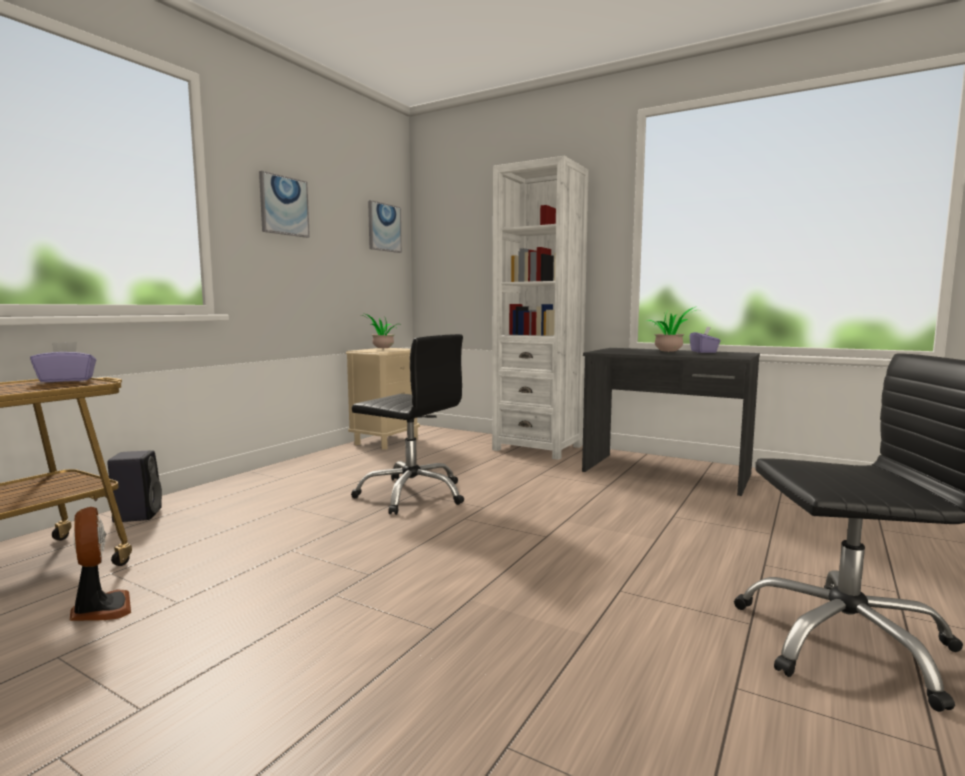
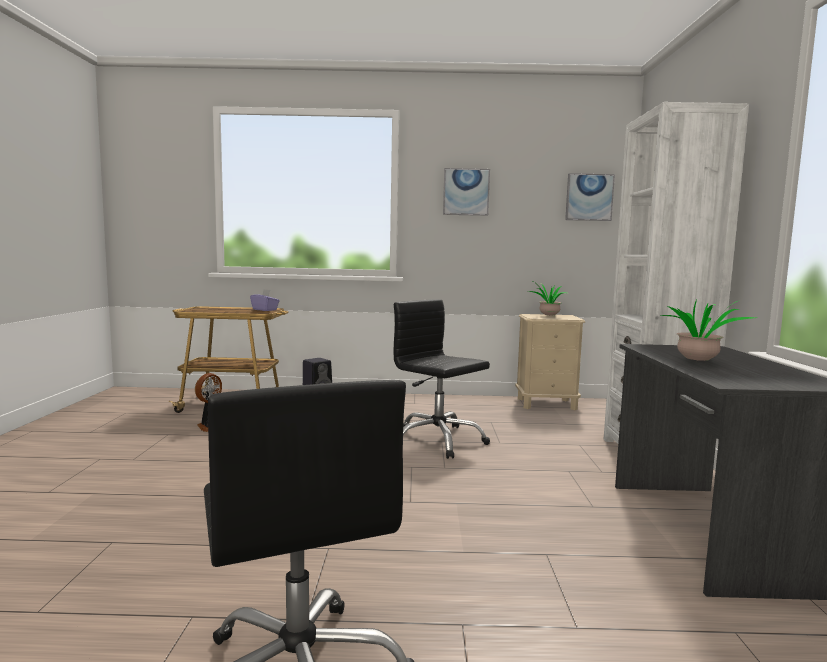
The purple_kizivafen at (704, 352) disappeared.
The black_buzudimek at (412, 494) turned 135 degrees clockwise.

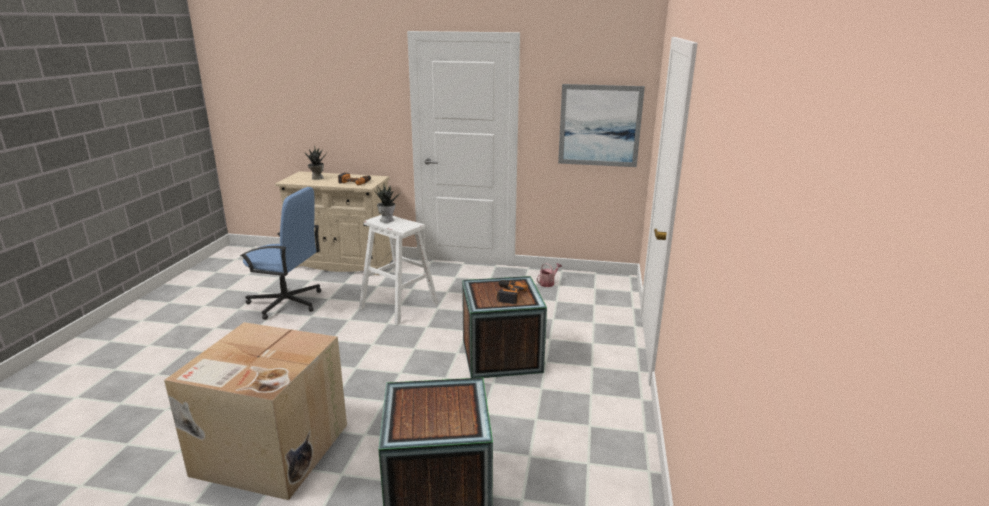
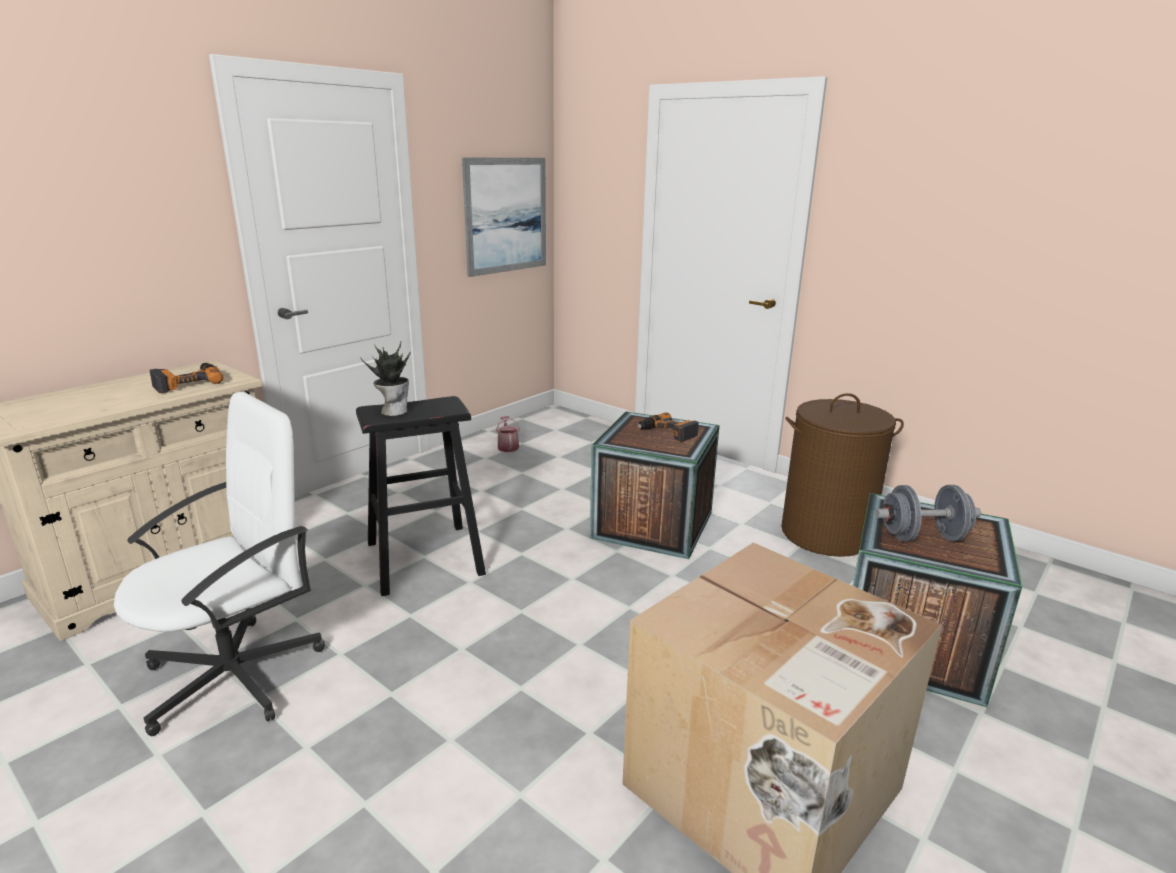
The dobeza at (317, 178) disappeared.
The blue_buzudimek at (286, 303) became the white_buzudimek at (236, 675).
The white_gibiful at (399, 305) became the black_gibiful at (425, 558).
The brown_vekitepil at (826, 534) appeared.
The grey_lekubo at (922, 537) appeared.

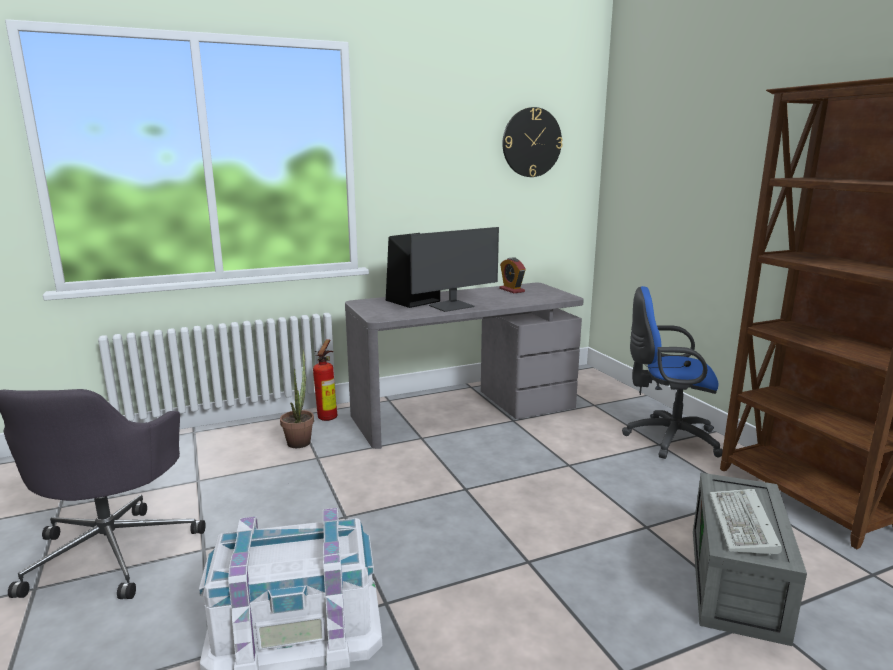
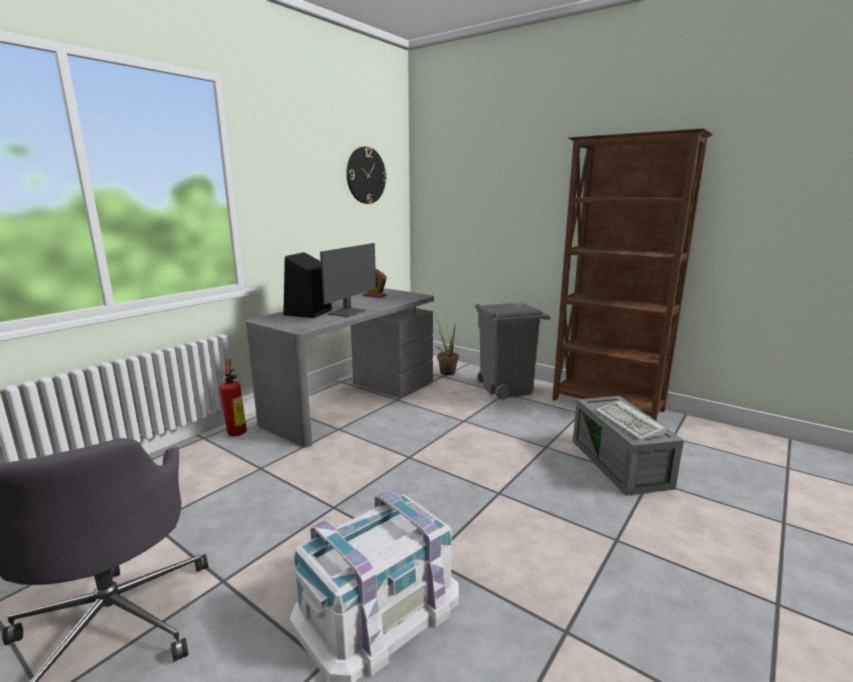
The blue_buzudimek at (666, 438) was replaced by the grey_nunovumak at (506, 388).
The dobeza moved from (300, 440) to (446, 371).

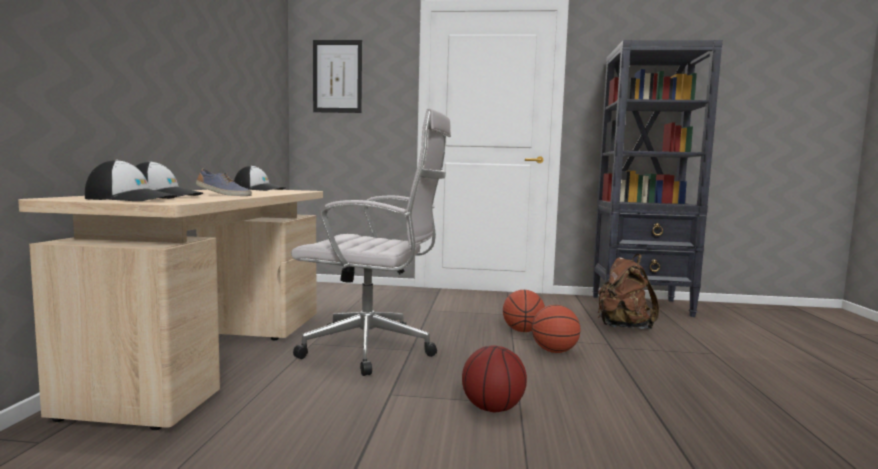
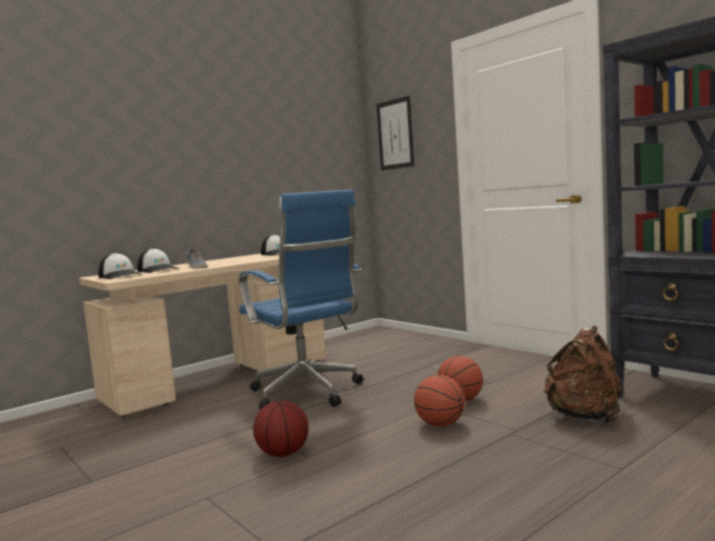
The white_buzudimek at (374, 350) became the blue_buzudimek at (308, 394).

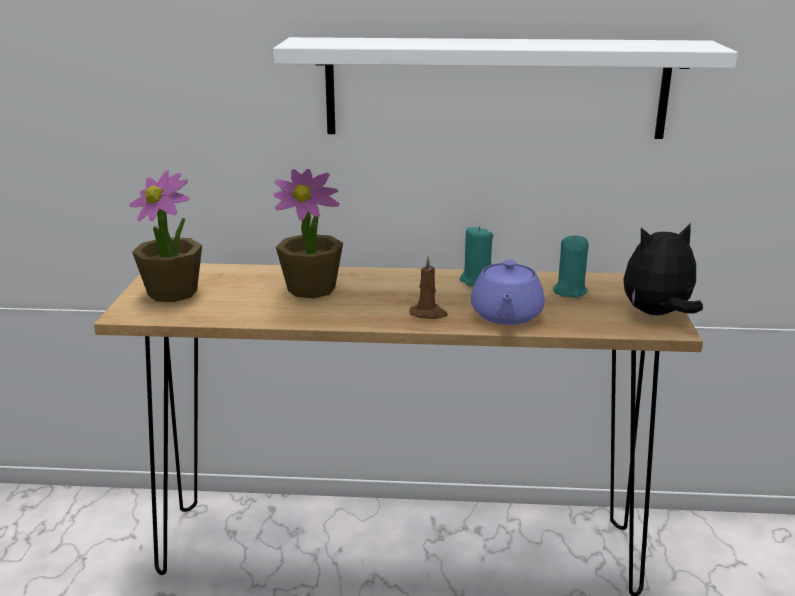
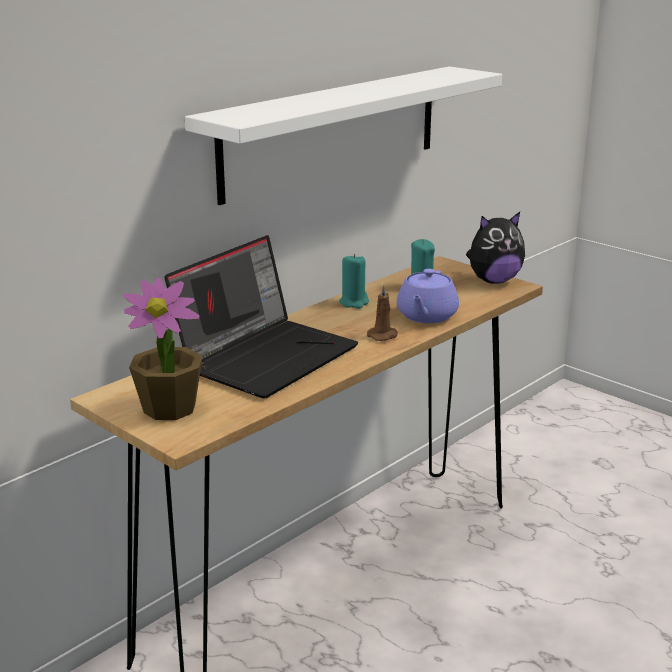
The dobeza at (312, 289) was replaced by the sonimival at (267, 356).
The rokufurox at (657, 314) turned 135 degrees counterclockwise.
The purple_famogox at (506, 315) turned 60 degrees clockwise.

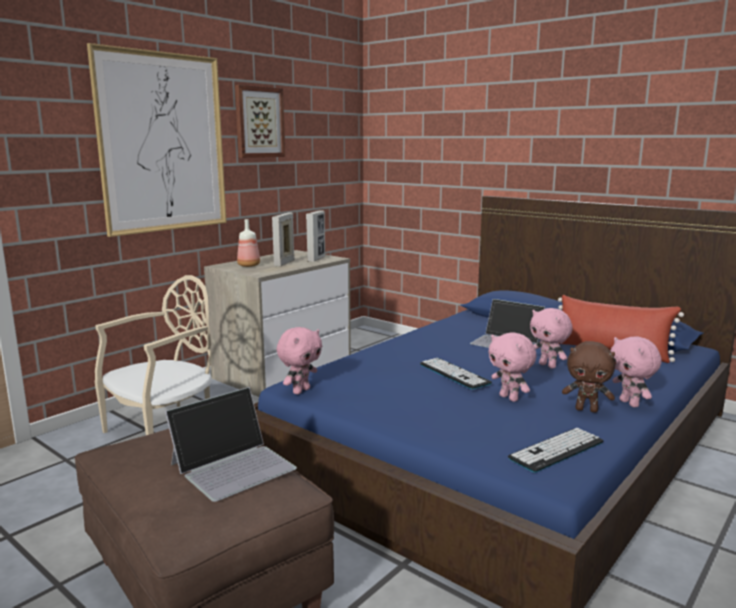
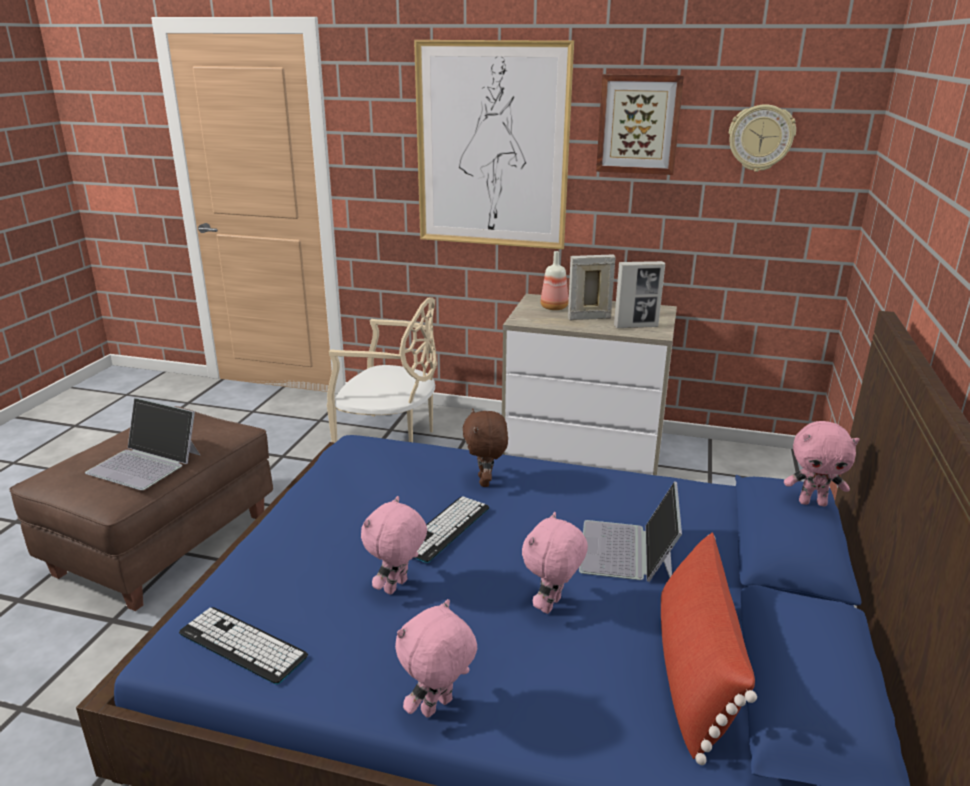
The pink_rokufurox moved from (300, 391) to (812, 502).
The brown_rokufurox moved from (587, 410) to (485, 481).
The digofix at (760, 138) appeared.

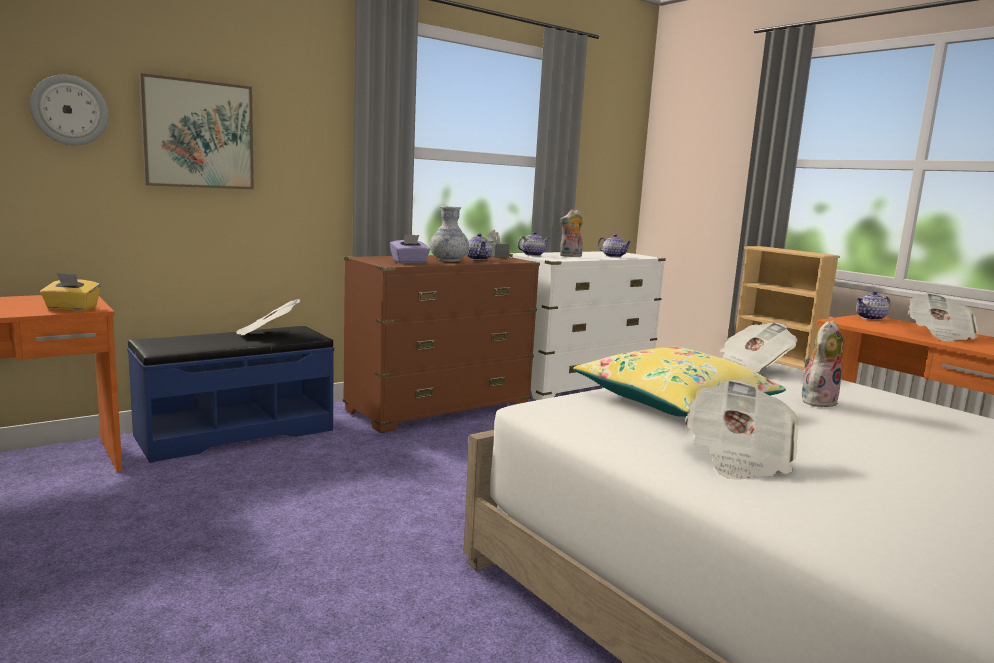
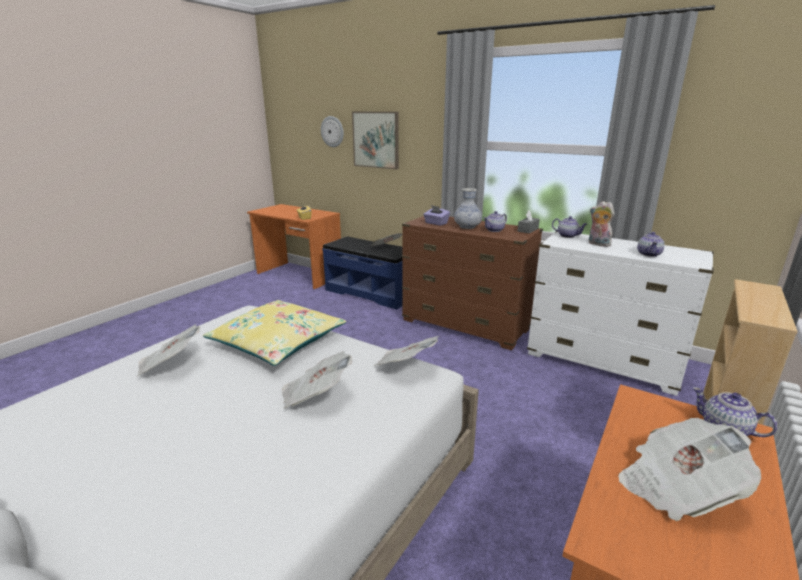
The rokufurox at (817, 401) was replaced by the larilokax at (315, 395).

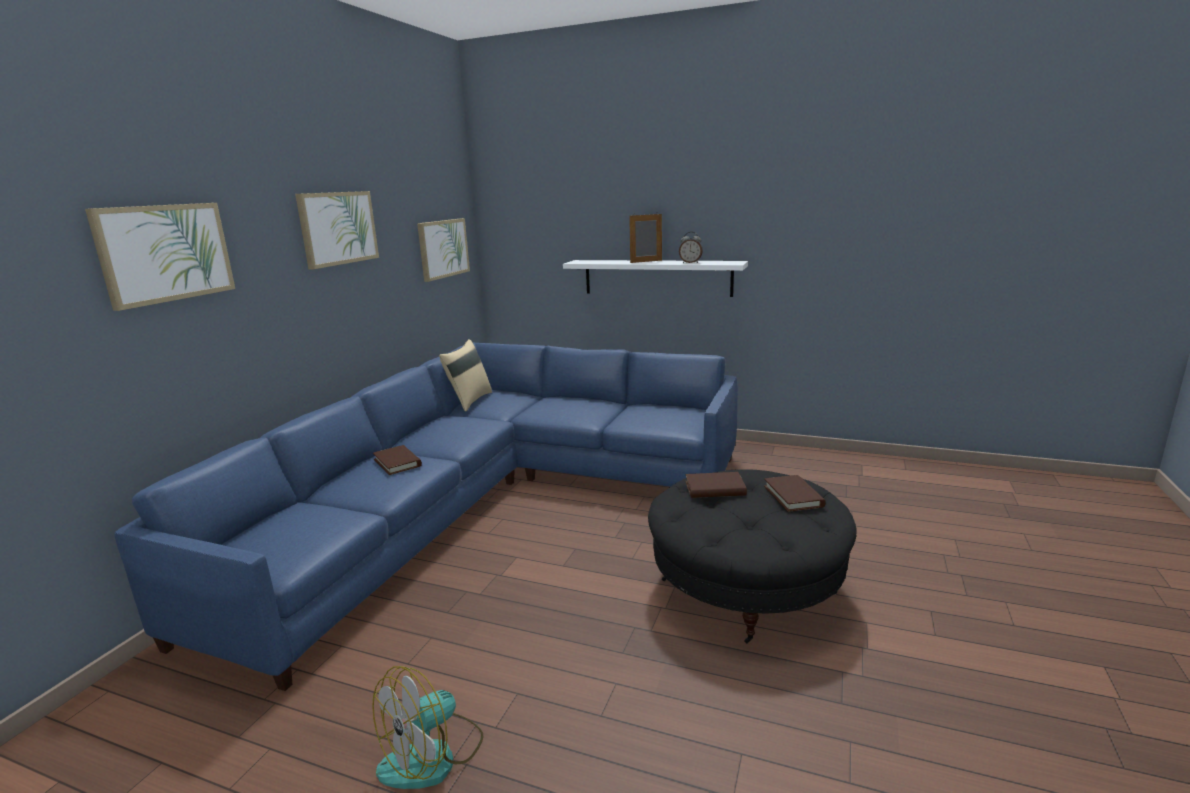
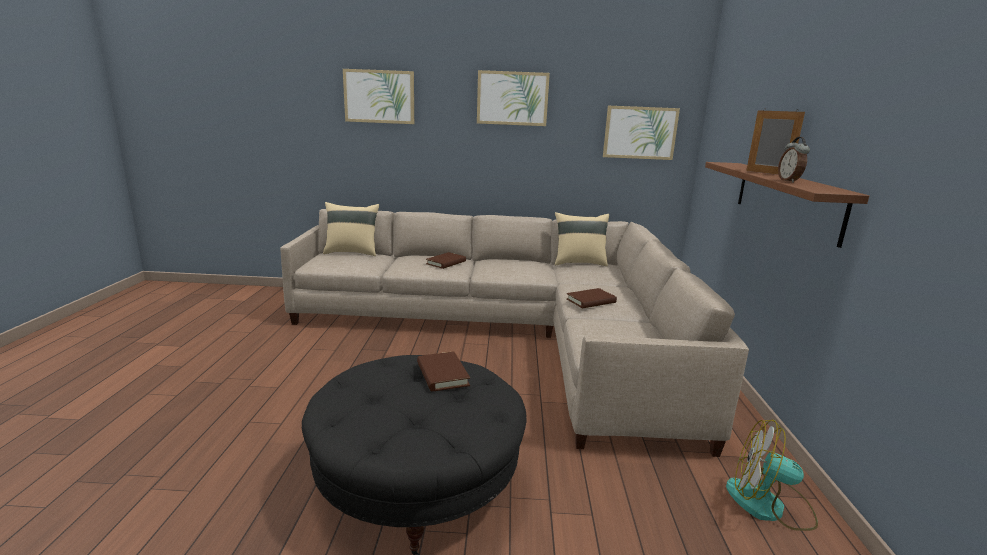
The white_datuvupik at (657, 277) became the brown_datuvupik at (785, 199).
The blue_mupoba at (489, 501) became the beige_mupoba at (512, 334).
The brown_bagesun moved from (793, 496) to (591, 301).
The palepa moved from (432, 756) to (769, 505).
The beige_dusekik at (352, 252) appeared.

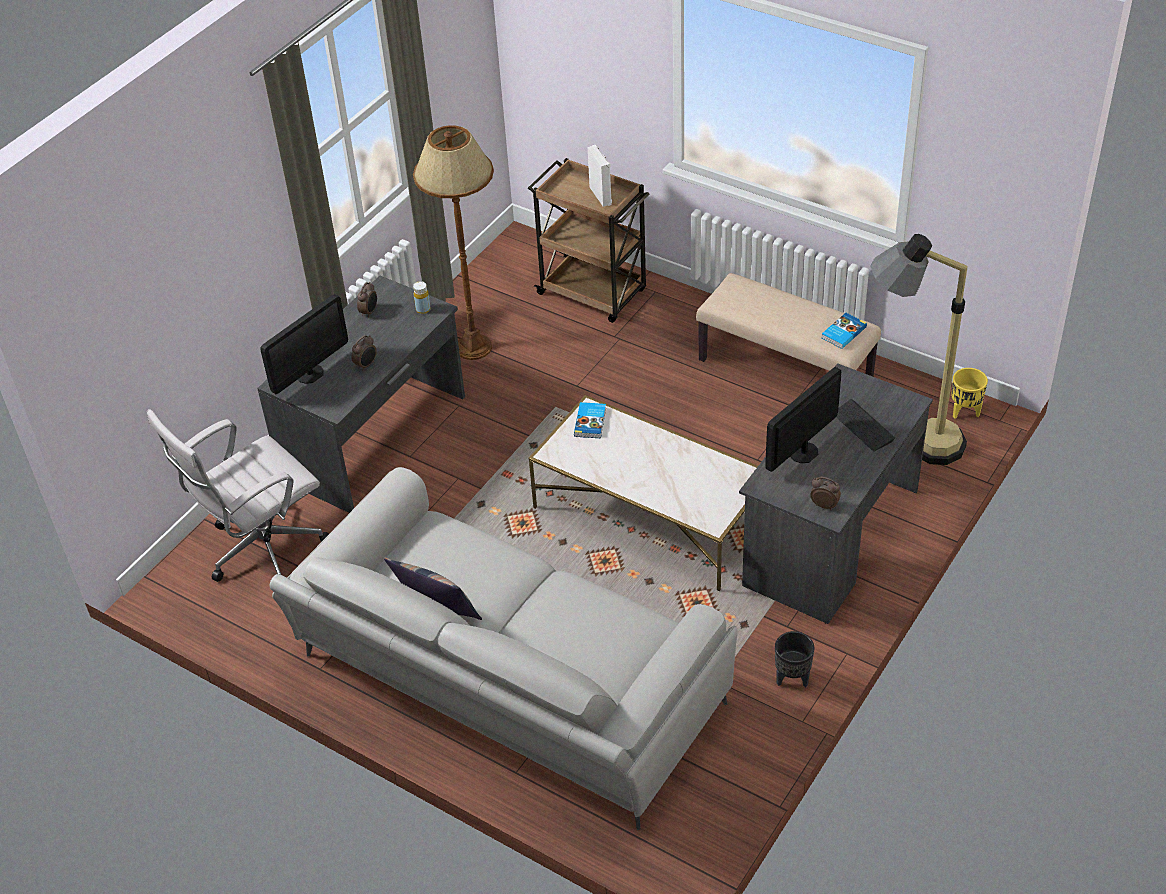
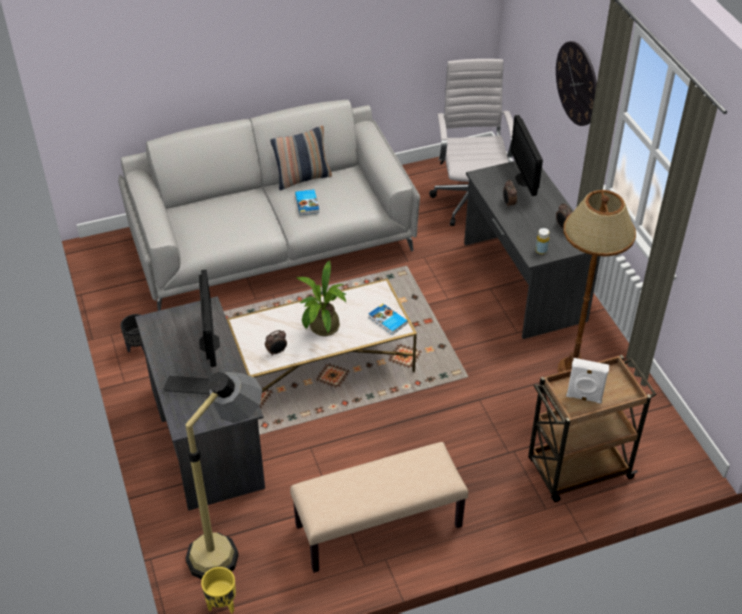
The bagesun moved from (843, 332) to (307, 203).
The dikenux moved from (824, 505) to (277, 352).
The digofix at (577, 83) appeared.
The dobeza at (322, 329) appeared.

